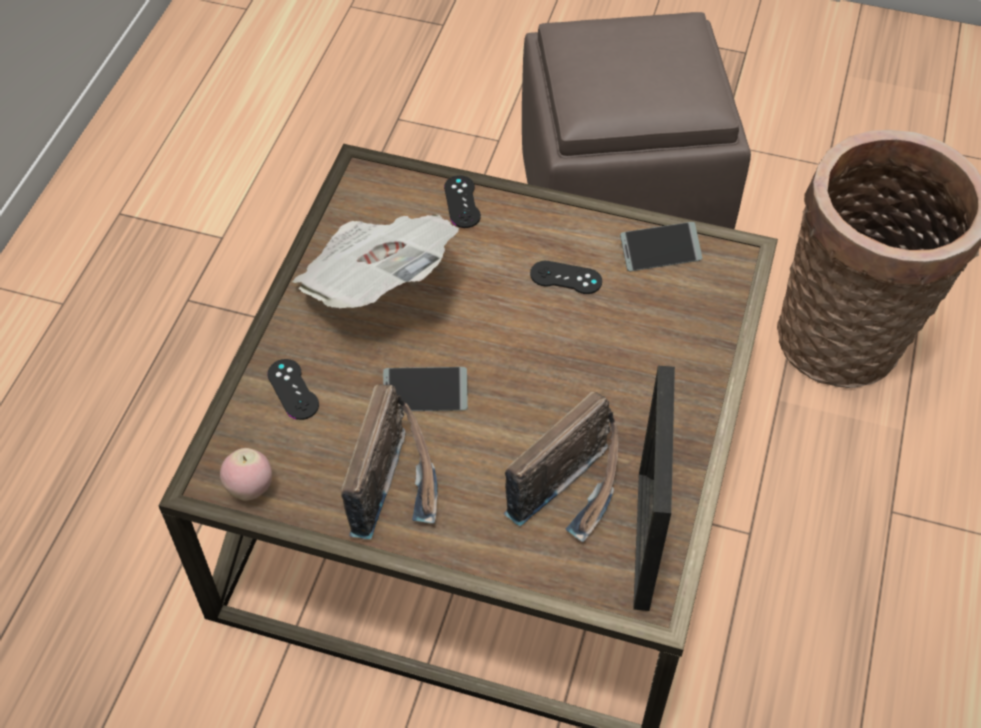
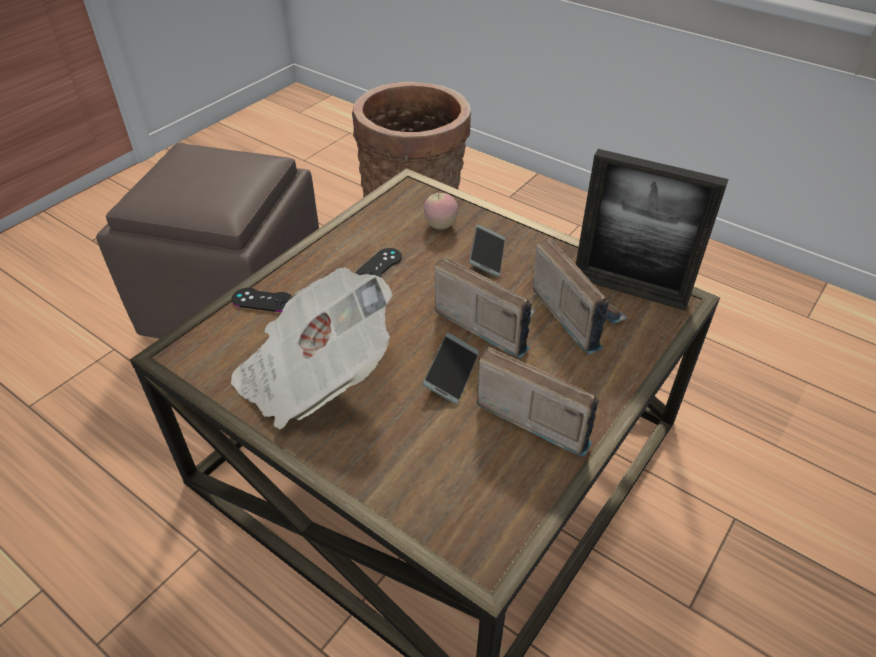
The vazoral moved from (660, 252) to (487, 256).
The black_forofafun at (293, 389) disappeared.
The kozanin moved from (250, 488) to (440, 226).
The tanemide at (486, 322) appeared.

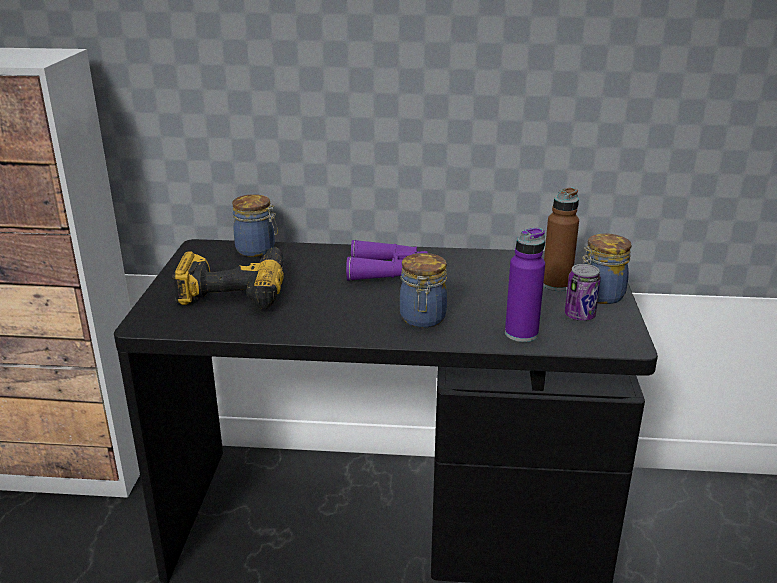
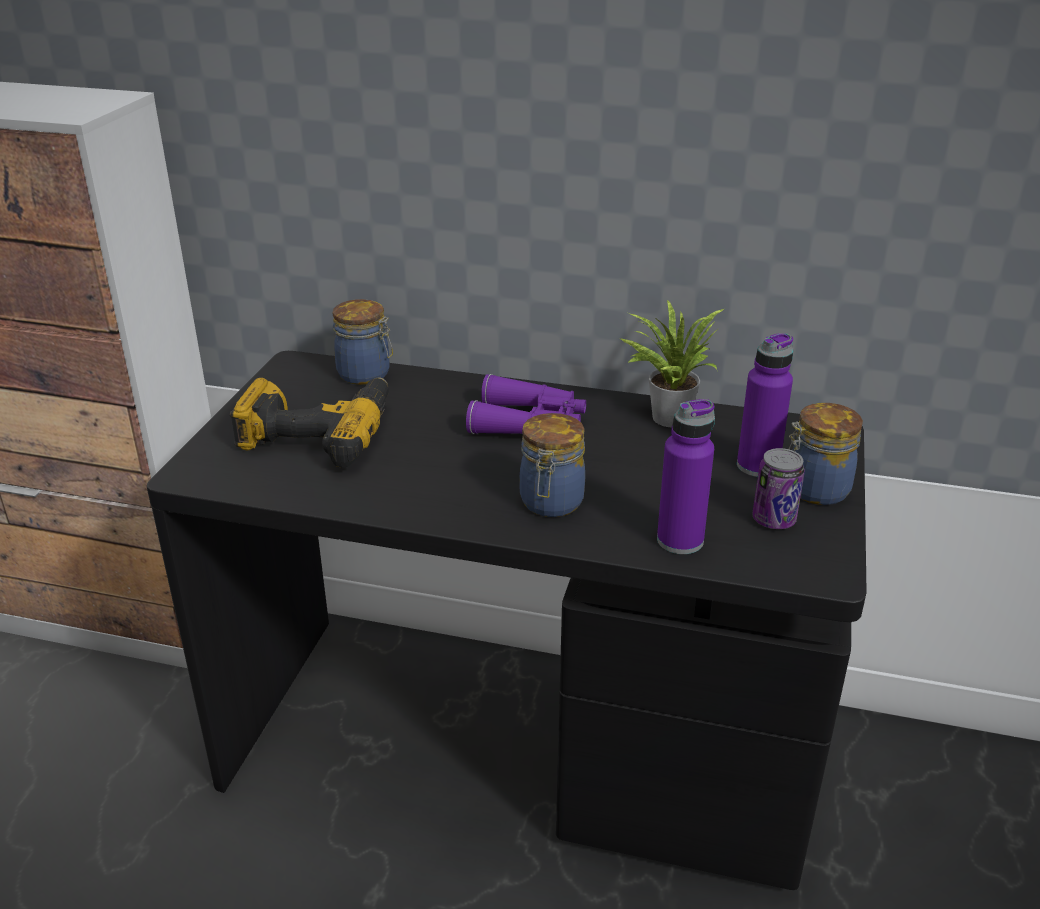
The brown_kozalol at (556, 284) became the purple_kozalol at (757, 466).
The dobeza at (667, 416) appeared.

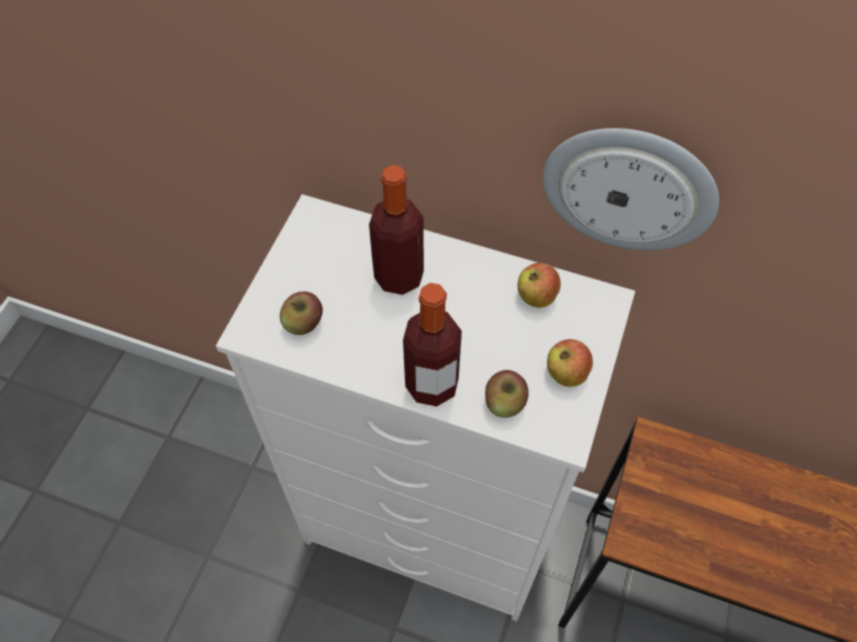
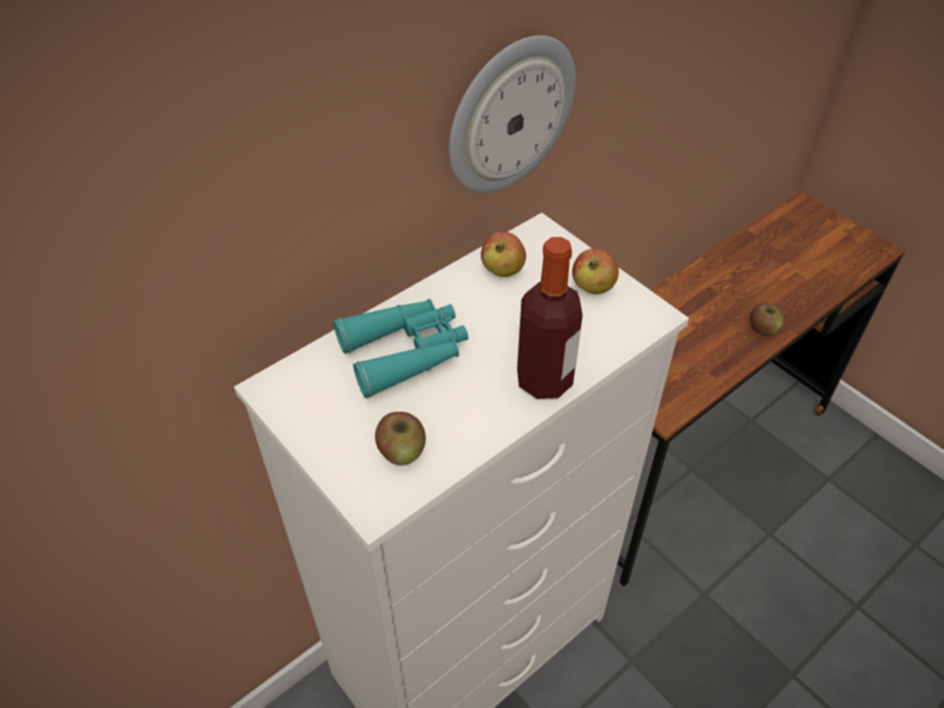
The kozalol at (399, 276) was replaced by the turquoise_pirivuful at (406, 352).
The kozanin moved from (504, 403) to (763, 328).

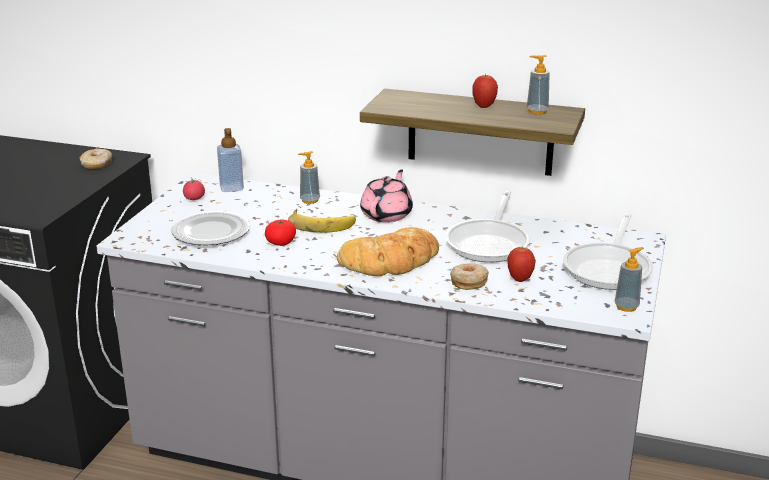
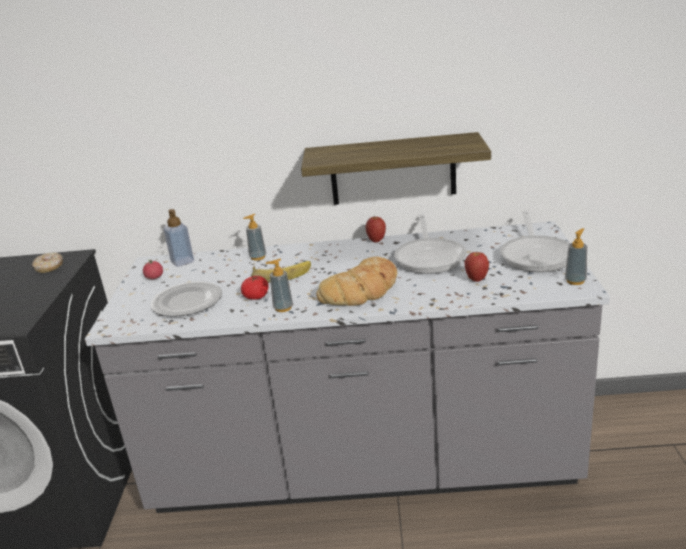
The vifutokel moved from (537, 111) to (283, 308).
The kozanin moved from (484, 106) to (376, 240).
The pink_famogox at (387, 214) disappeared.
The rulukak at (468, 282) disappeared.

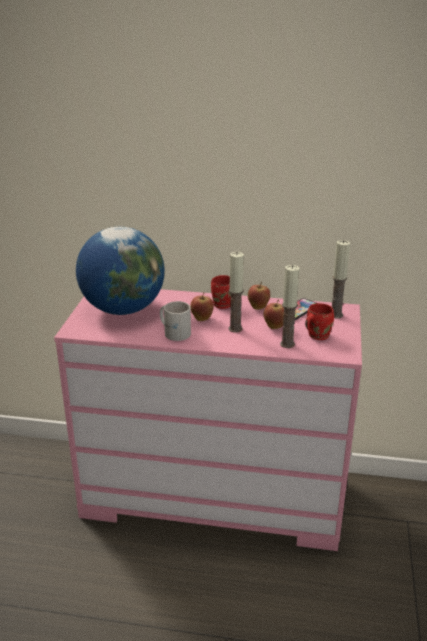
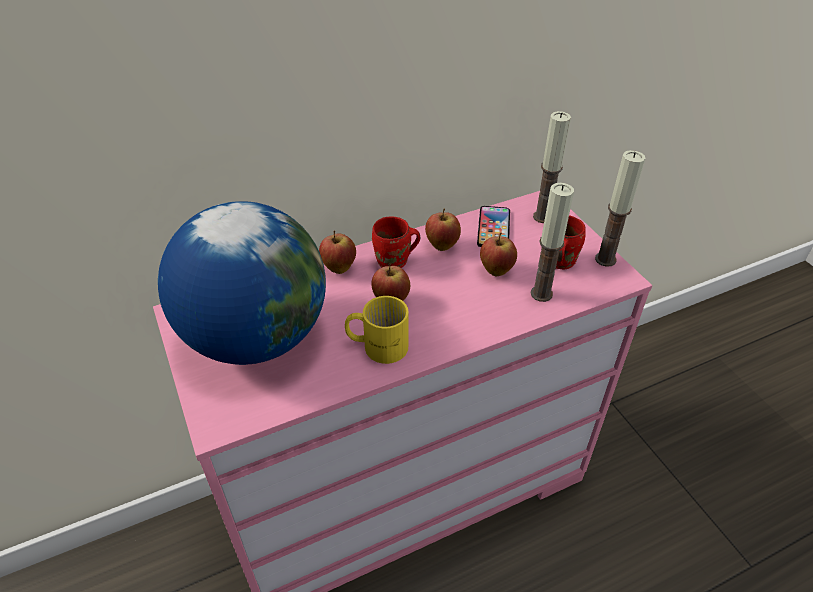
The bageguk moved from (235, 328) to (605, 259).
The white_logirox at (174, 331) became the yellow_logirox at (378, 344).
The kozanin at (338, 268) appeared.

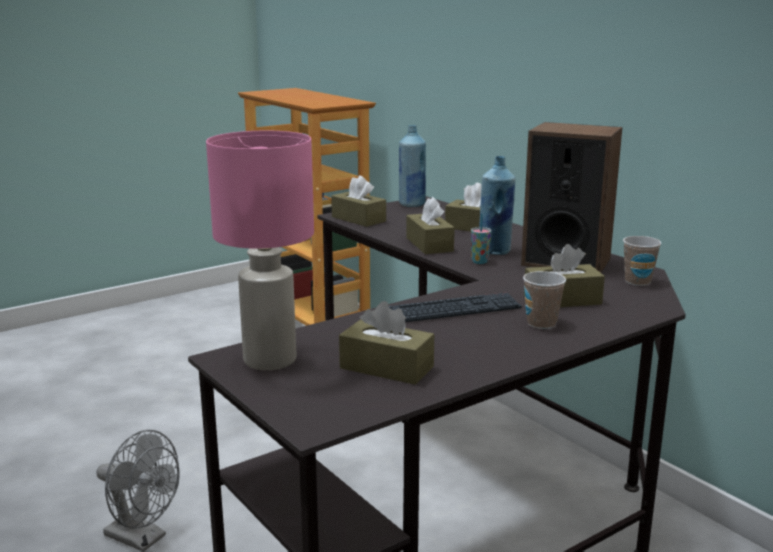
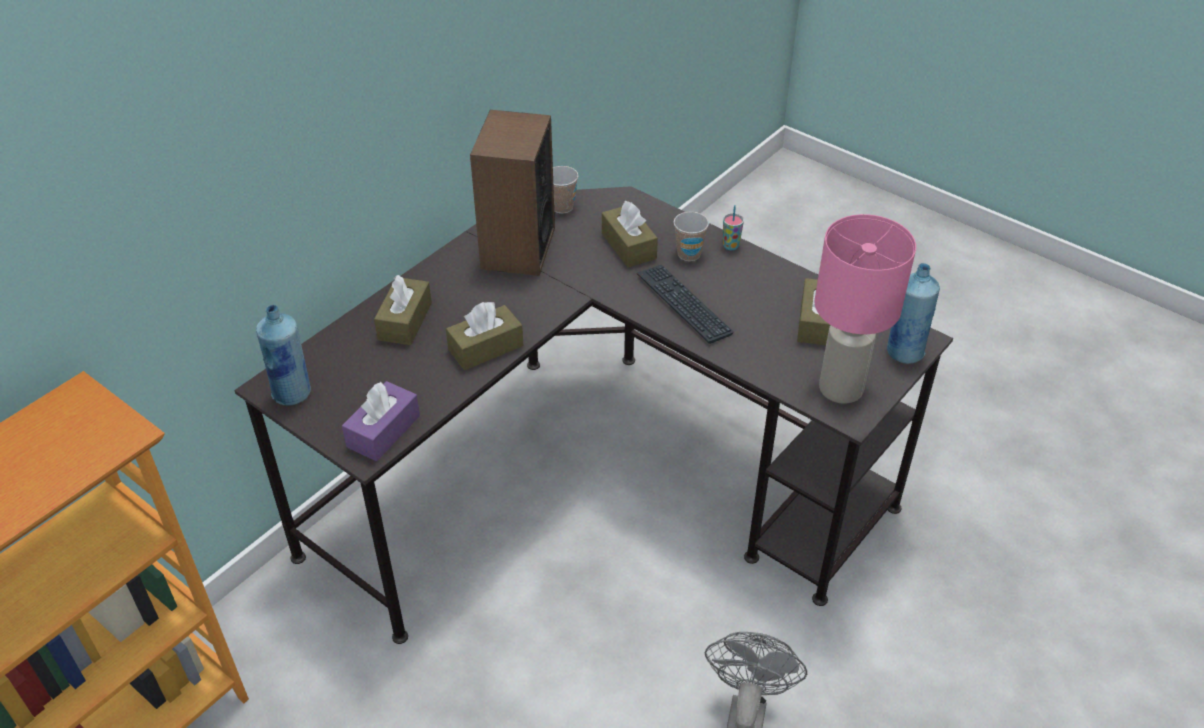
The blue_kozalol moved from (494, 251) to (904, 352).
The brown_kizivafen at (358, 219) became the purple_kizivafen at (383, 431).
The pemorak moved from (479, 262) to (730, 246).

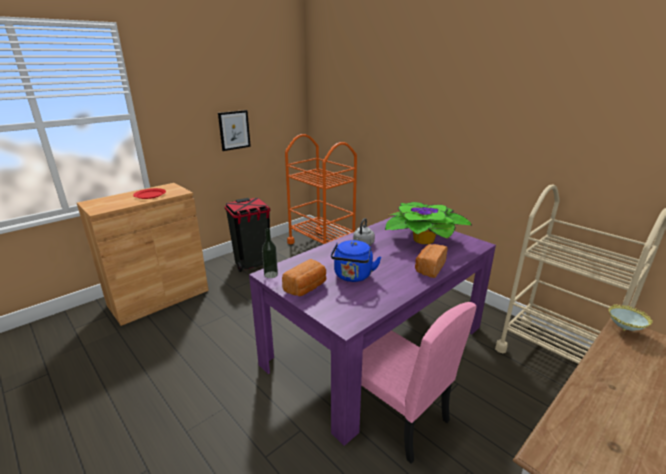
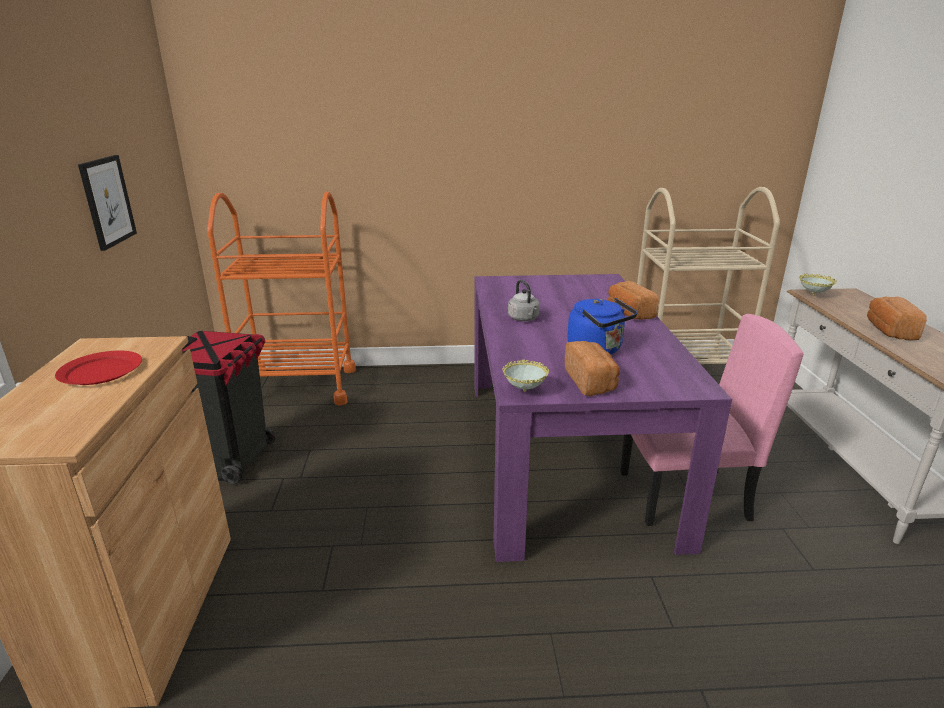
The dobeza at (422, 238) disappeared.
The kozalol at (271, 274) was replaced by the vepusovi at (524, 391).
The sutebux at (889, 331) appeared.

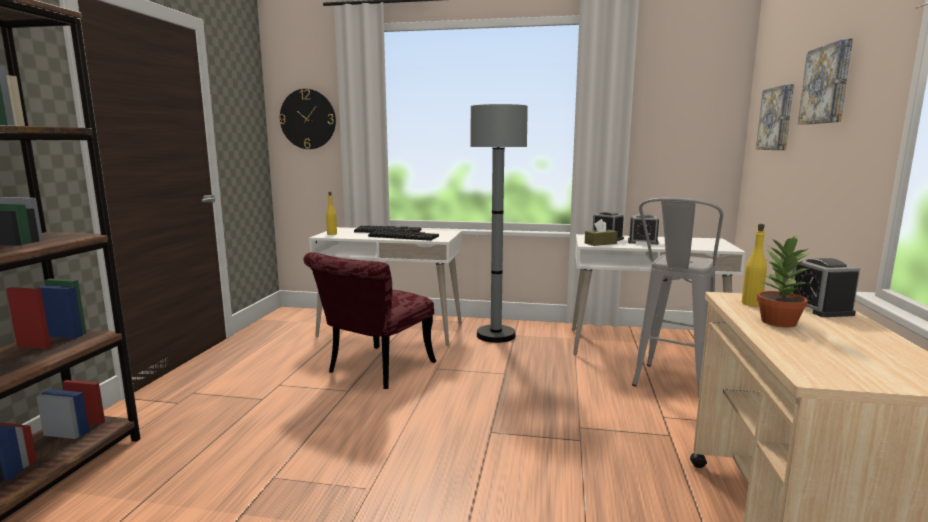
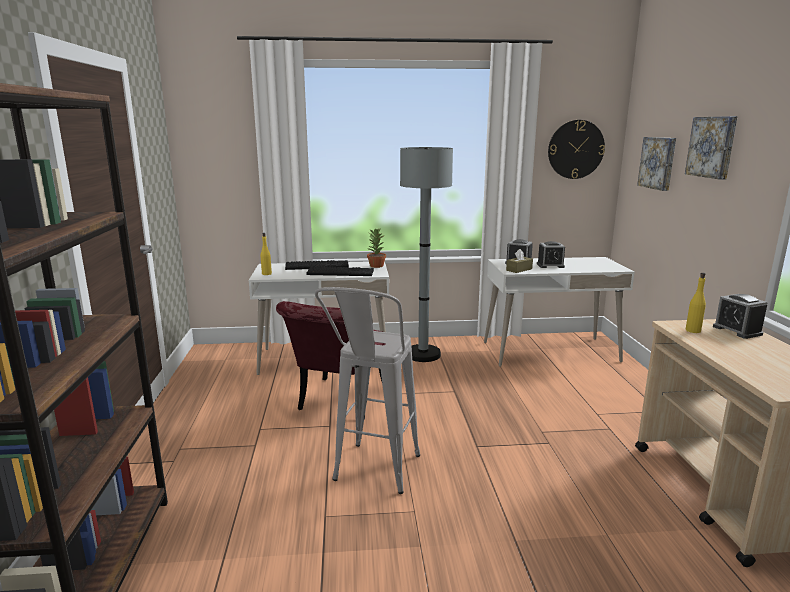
The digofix moved from (308, 119) to (575, 149).
The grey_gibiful moved from (670, 387) to (373, 476).
The dobeza moved from (777, 322) to (376, 266).

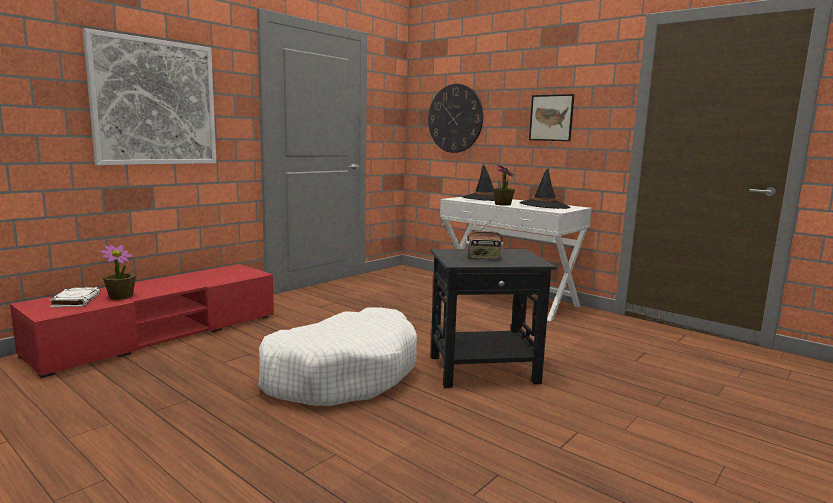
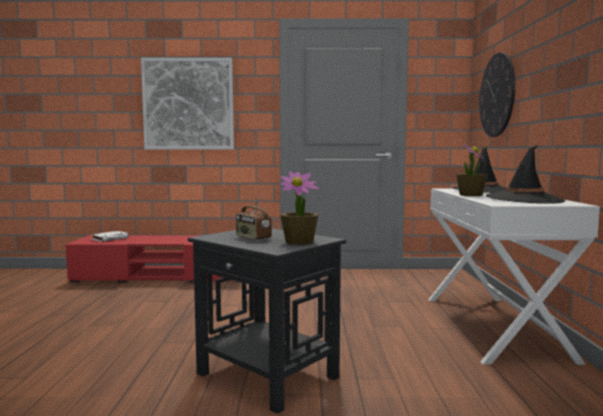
The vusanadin at (551, 118) disappeared.
The dobeza moved from (121, 296) to (299, 242).
The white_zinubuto at (341, 374) disappeared.

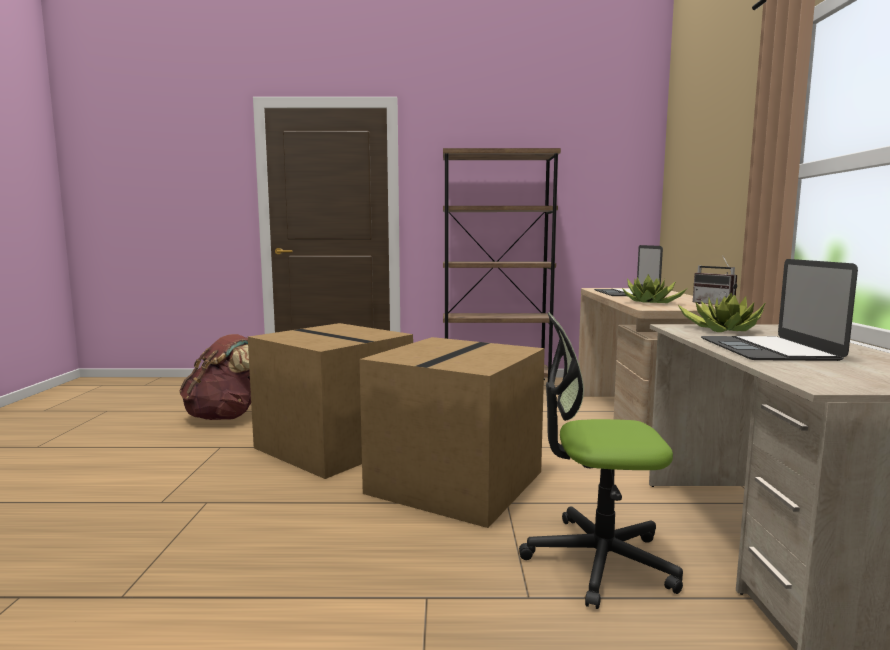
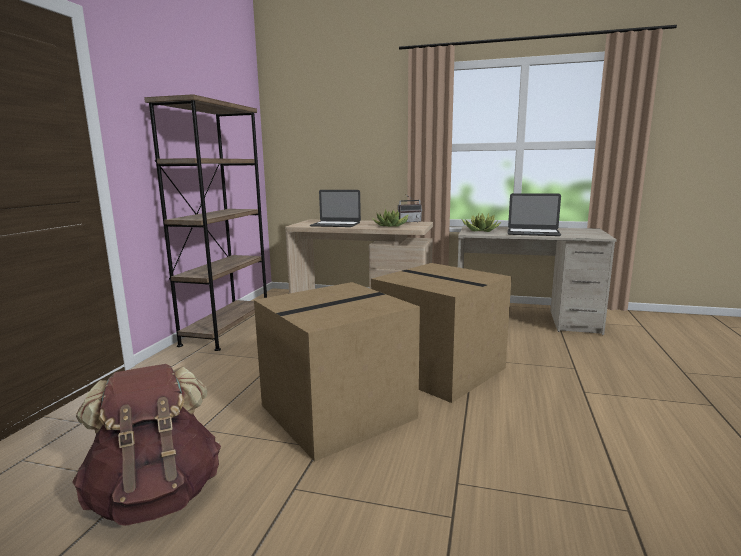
The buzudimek at (598, 560) disappeared.

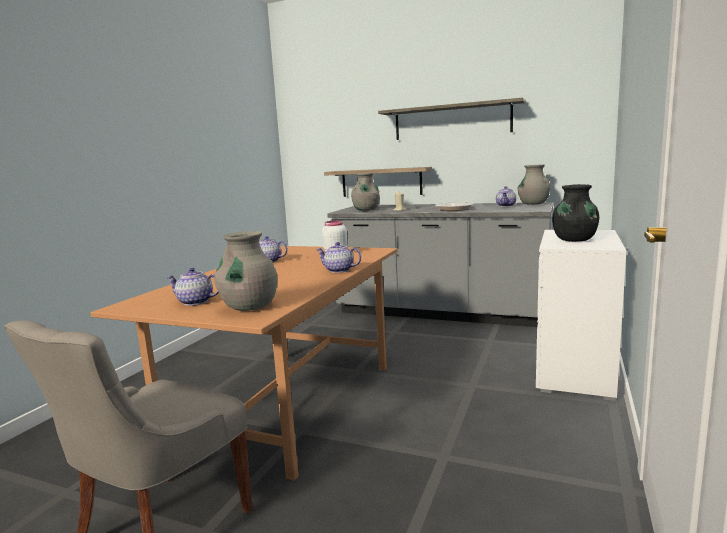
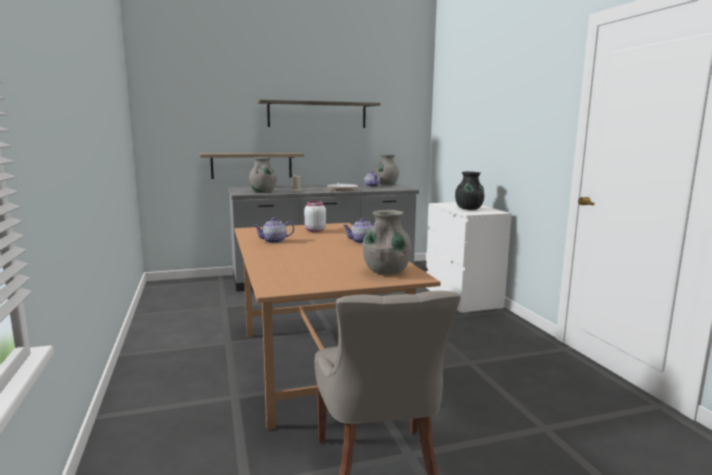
The famogox at (195, 302) disappeared.

